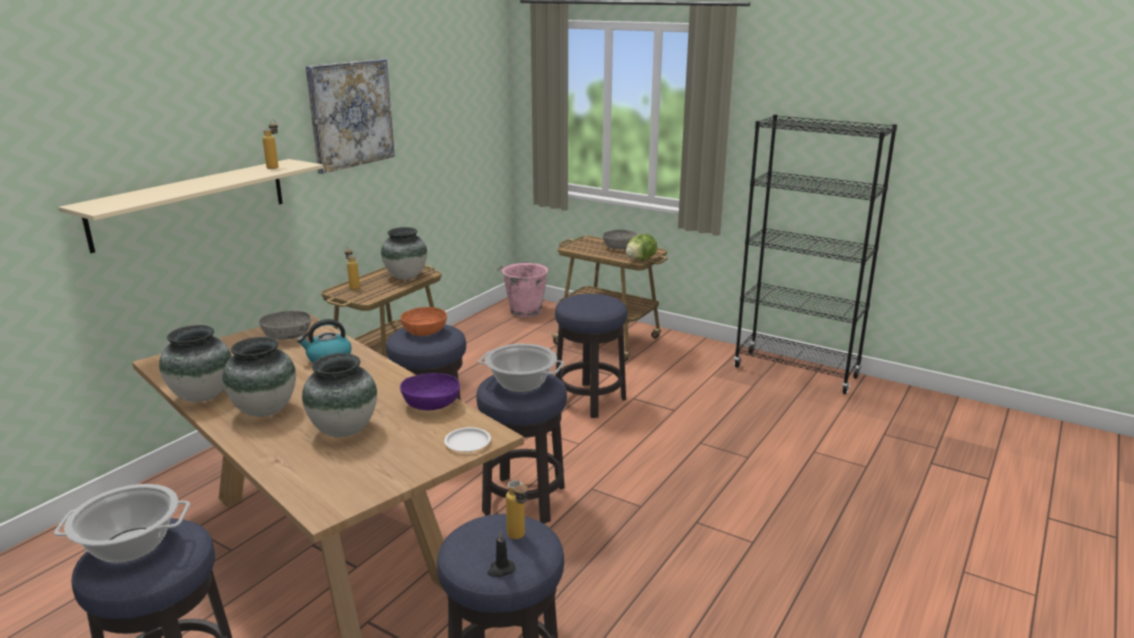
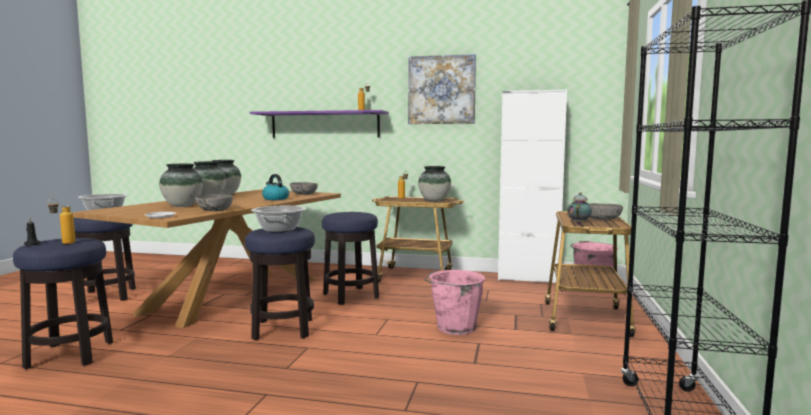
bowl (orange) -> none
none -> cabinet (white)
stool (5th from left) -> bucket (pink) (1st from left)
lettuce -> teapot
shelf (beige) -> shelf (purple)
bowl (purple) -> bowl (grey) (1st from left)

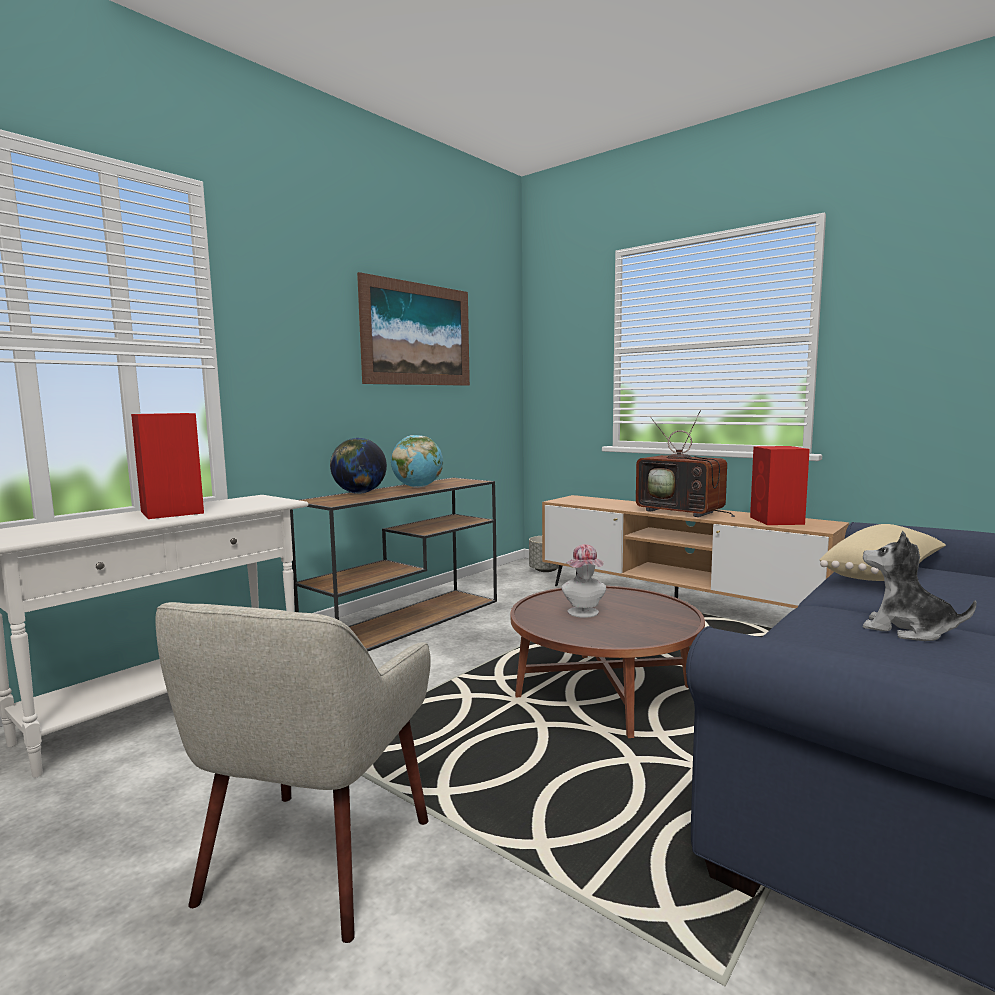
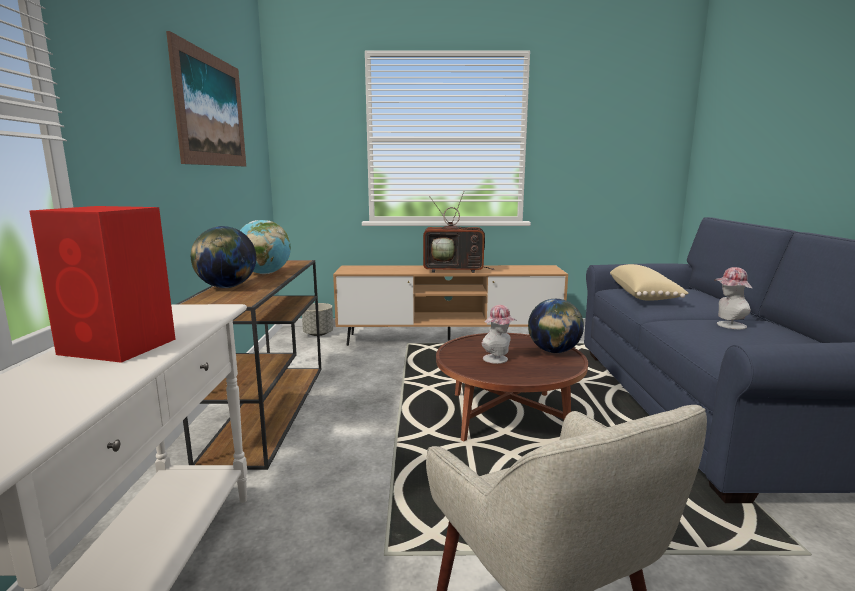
speaker (red) (2nd from left) -> none
none -> globe (3rd from left)
plush toy -> hat (2nd from left)

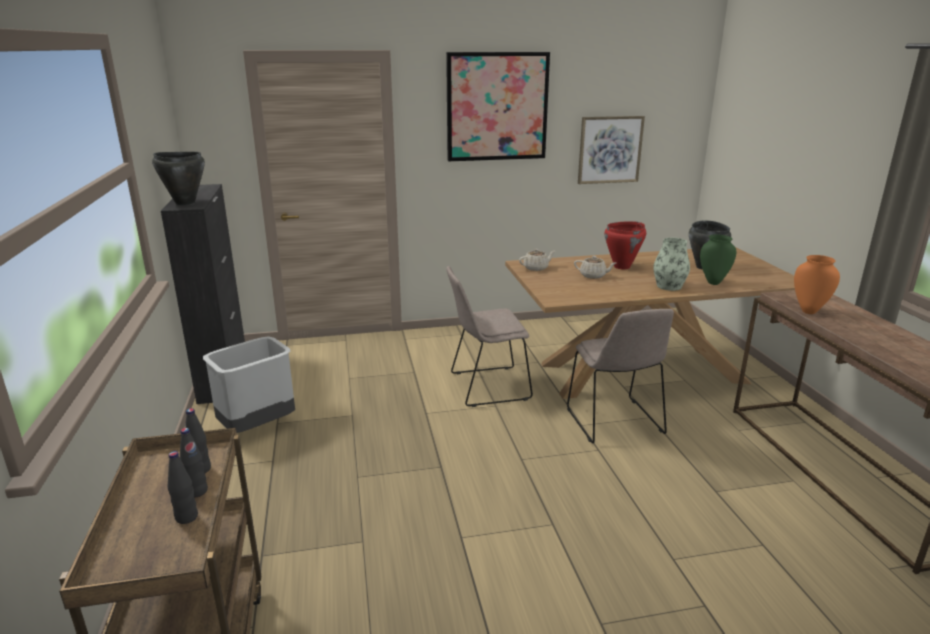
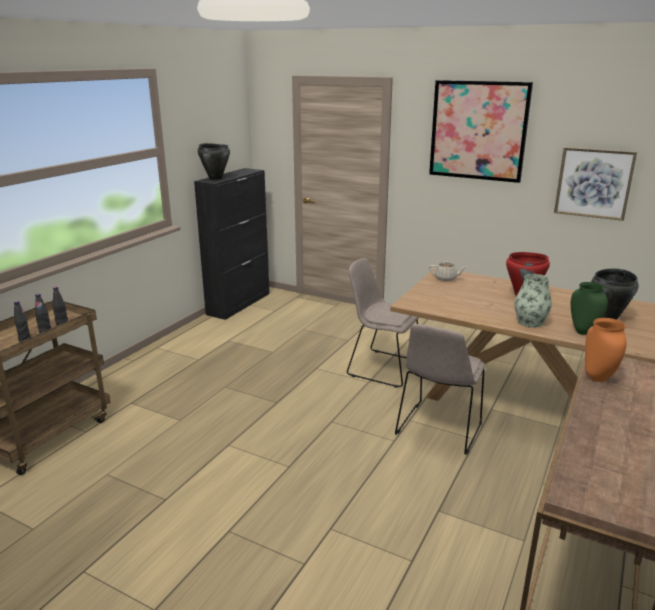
trash can (grey) -> none
teapot (beige) (2nd from left) -> none

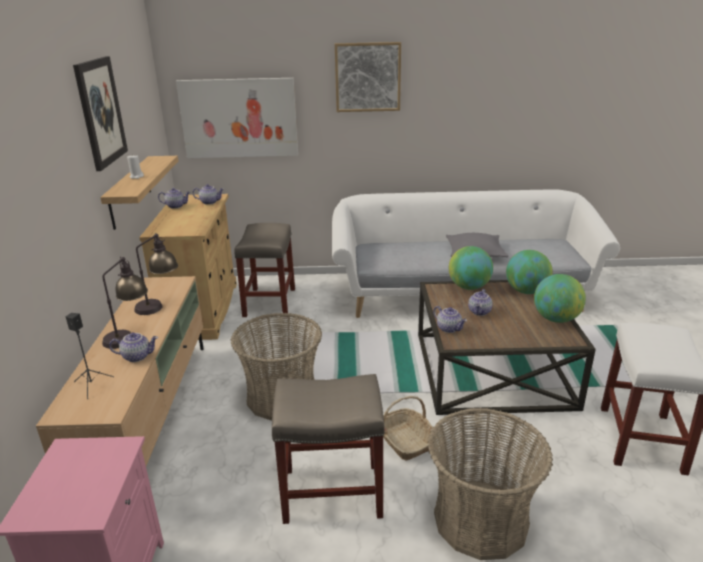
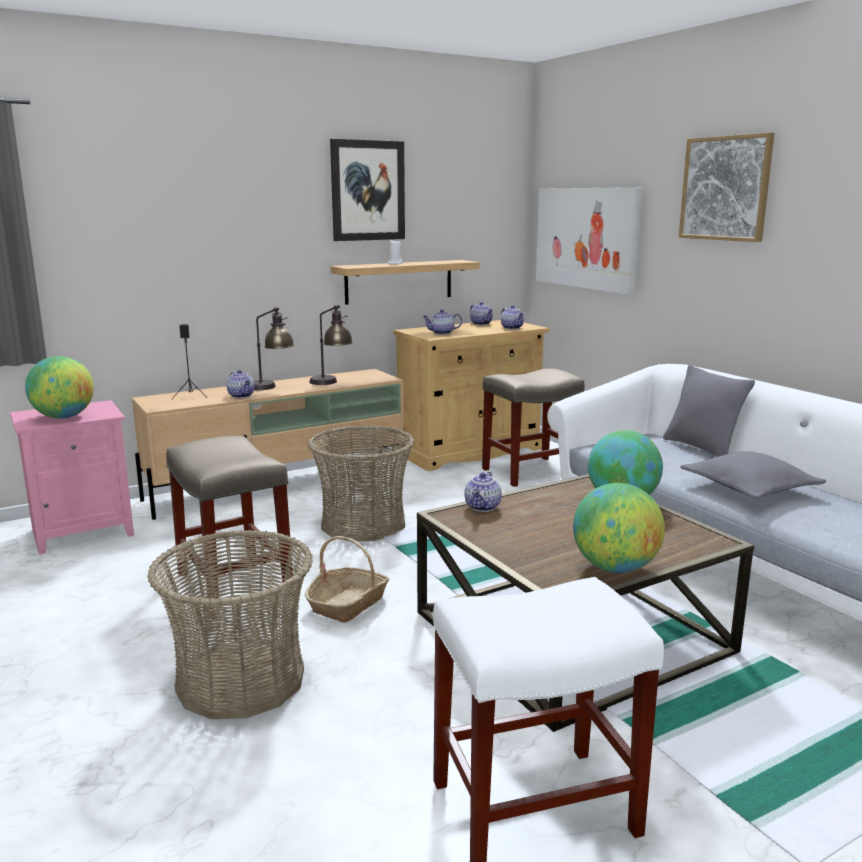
none -> pillow (grey) (1st from left)
teapot (5th from left in the first image) -> teapot (2nd from left), moved
globe (2nd from left in the first image) -> globe (1st from left), moved

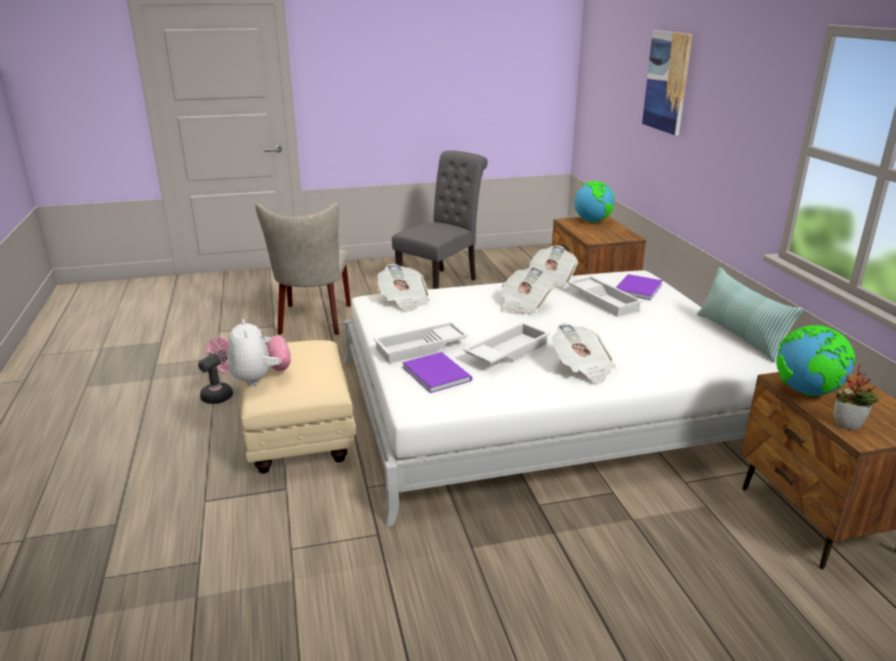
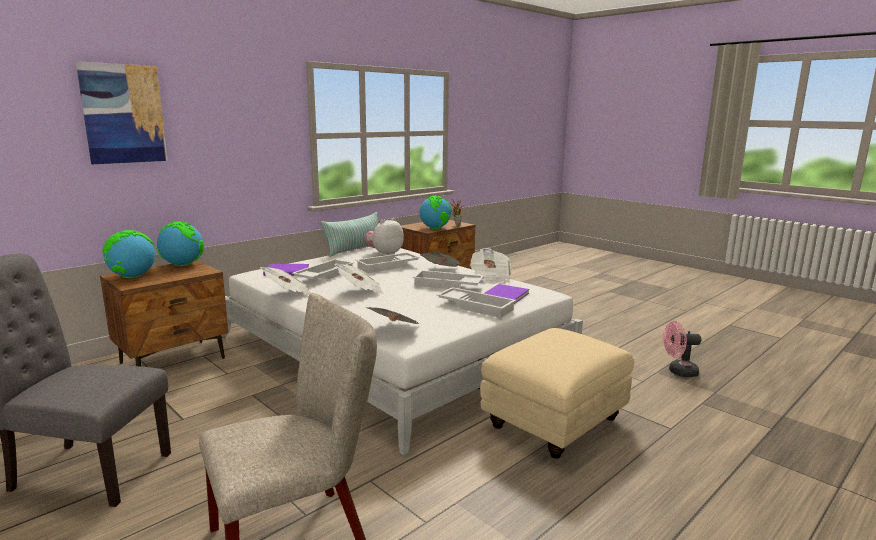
none -> globe (2nd from left)
none -> tray (white) (2nd from left)
none -> newspaper (5th from left)
fan (pink), moved
plush toy, moved

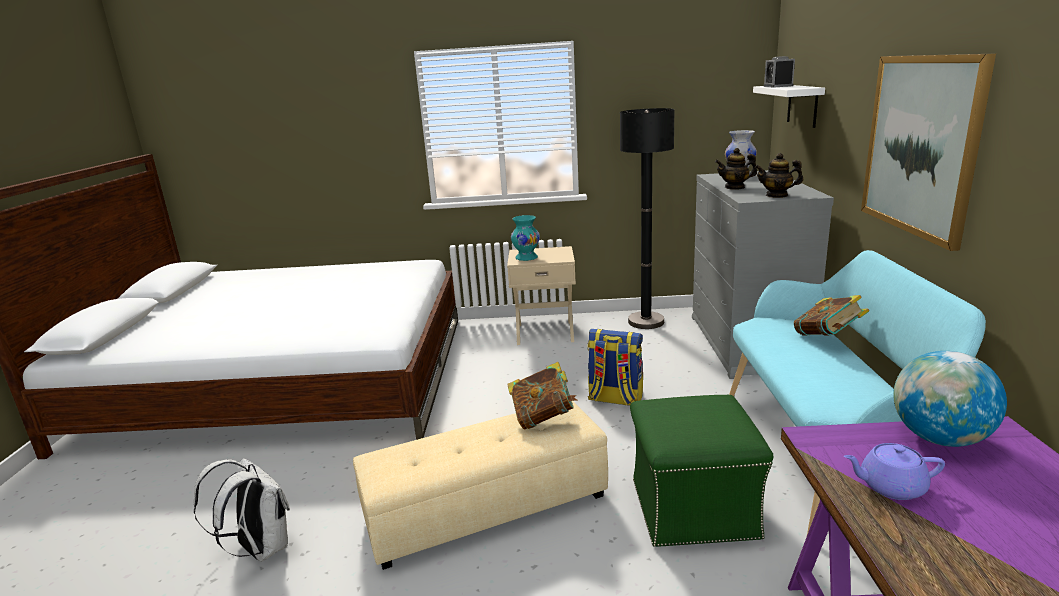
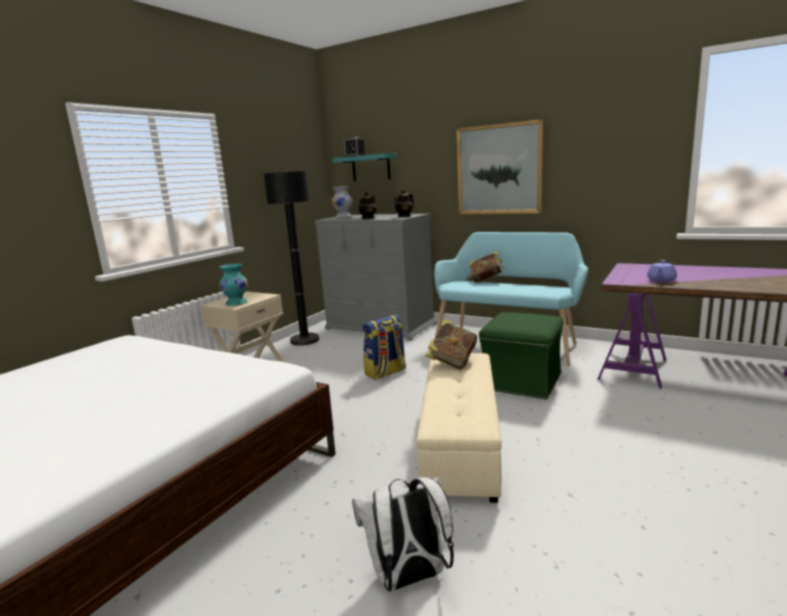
globe -> none
shelf (white) -> shelf (turquoise)

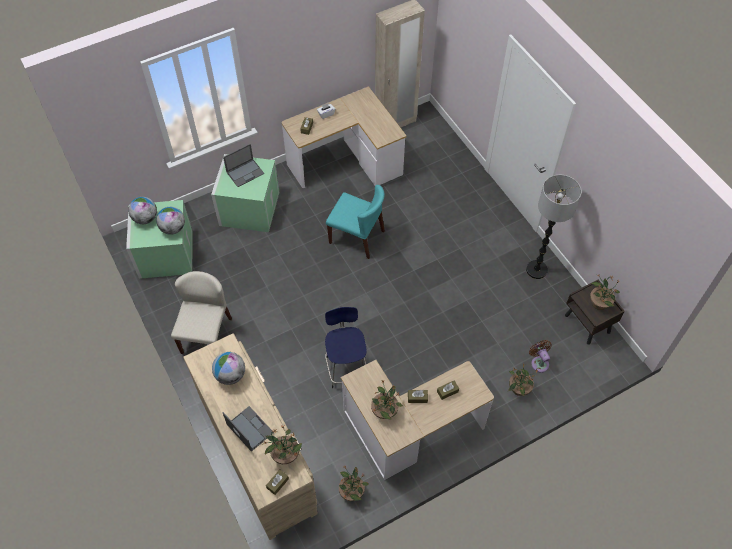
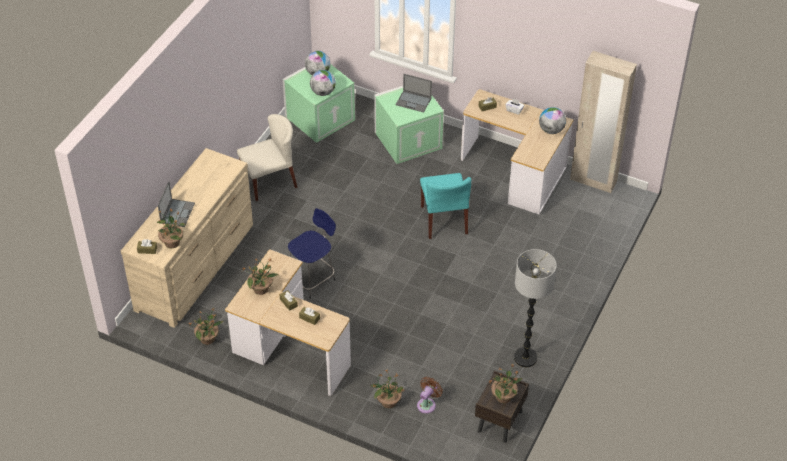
globe (3rd from left), moved

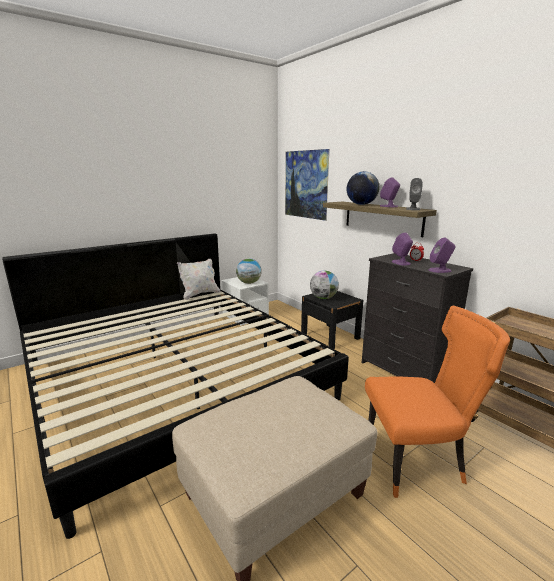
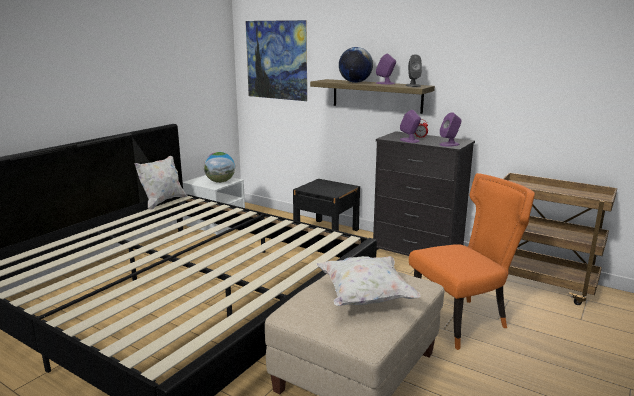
globe (2nd from left) -> none
none -> pillow (white) (2nd from left)

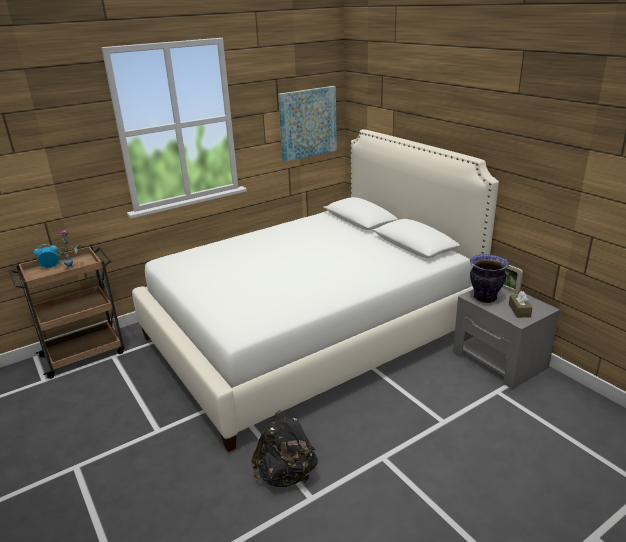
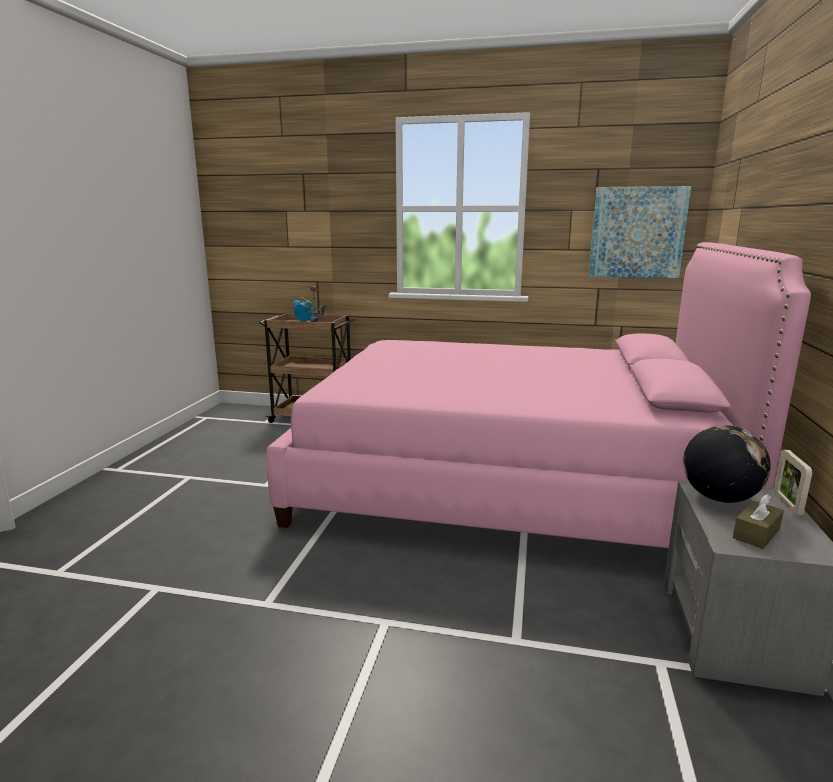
backpack (black) -> none
vase (2nd from left) -> globe
bed (white) -> bed (pink)

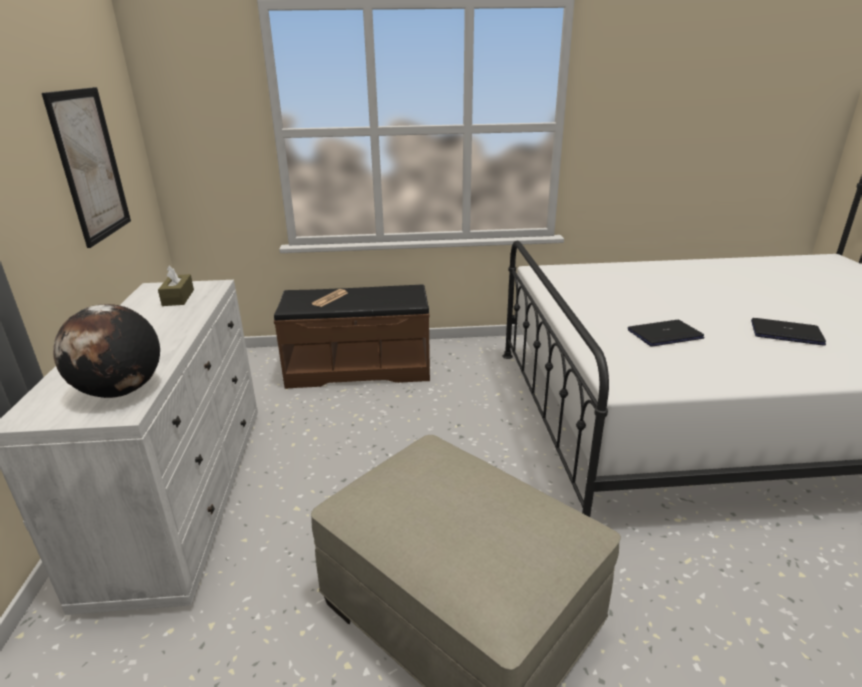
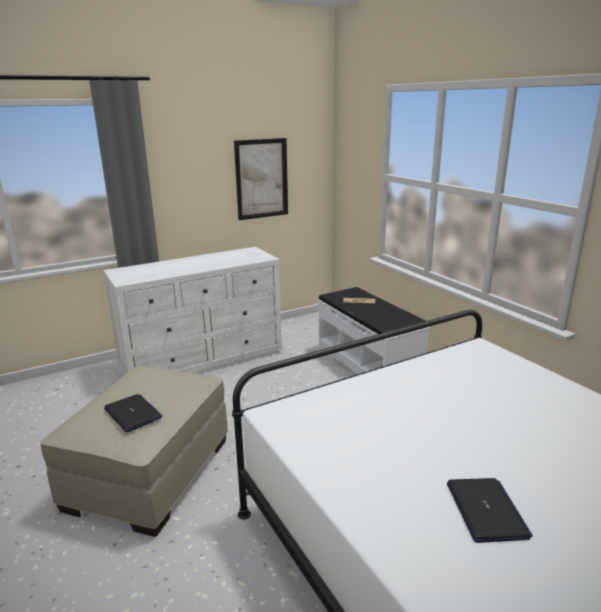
globe -> none
tissue box (brown) -> none
laptop (1st from left), moved
bench (brown) -> bench (white)

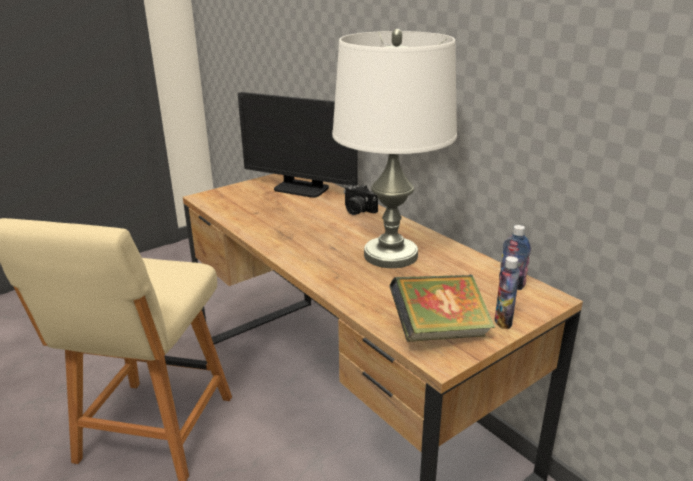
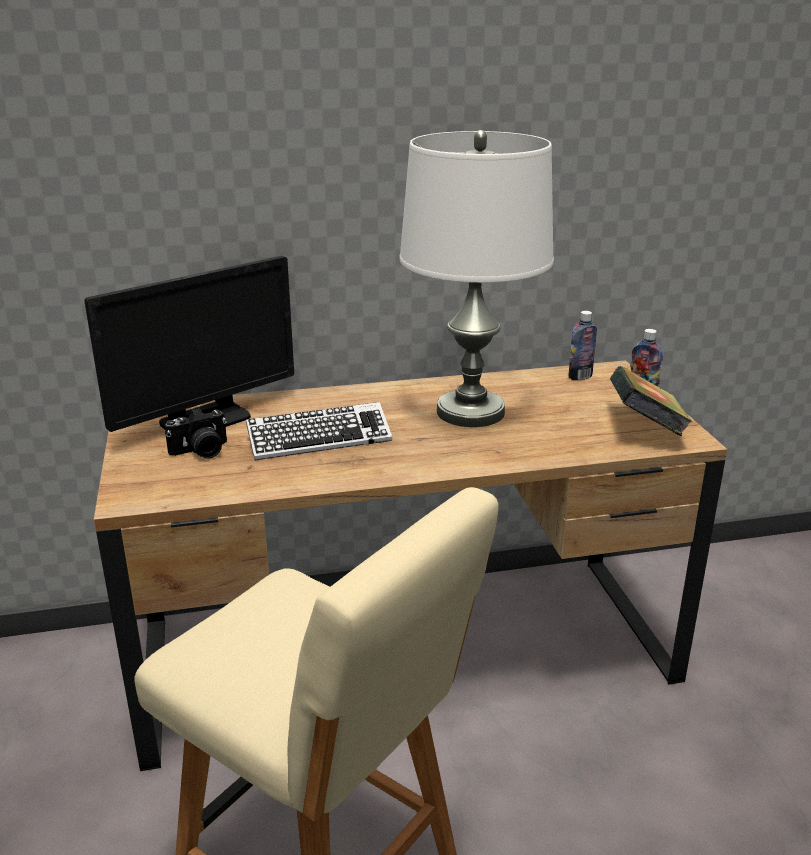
none -> keyboard
photo camera, moved

